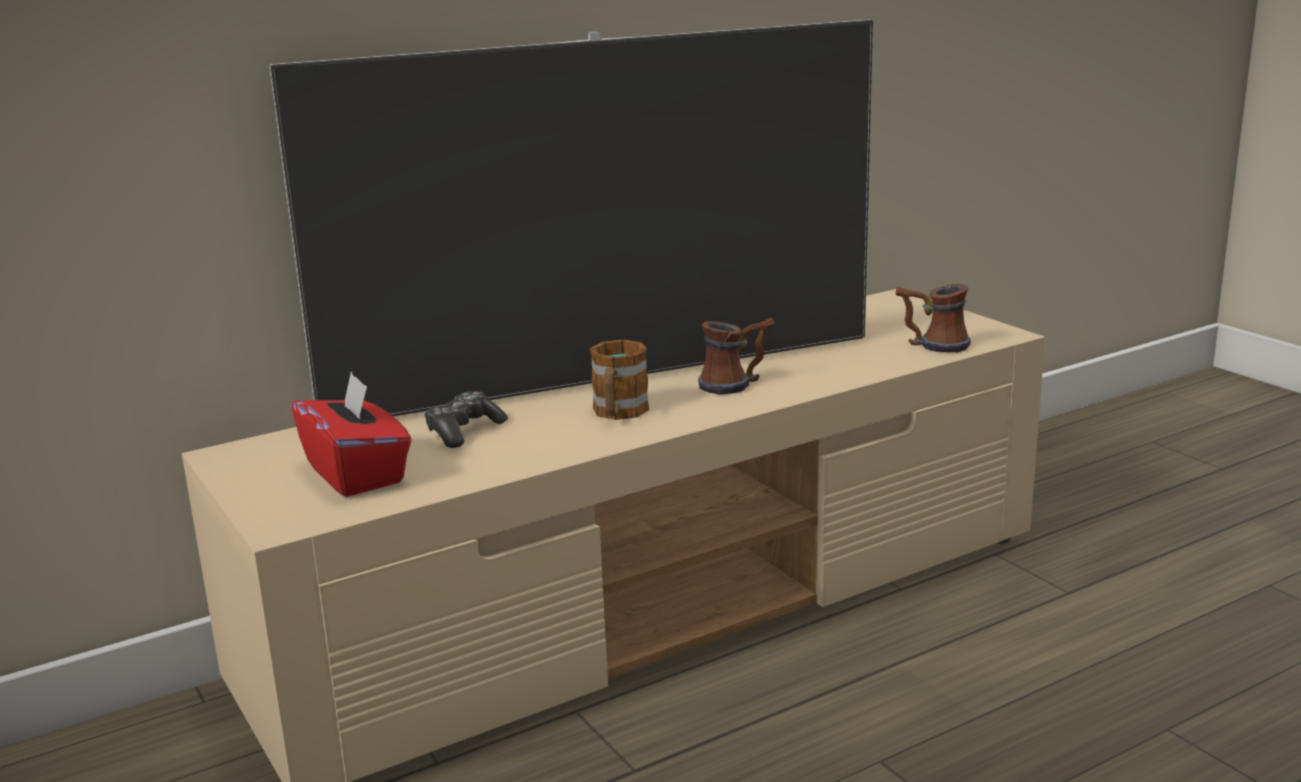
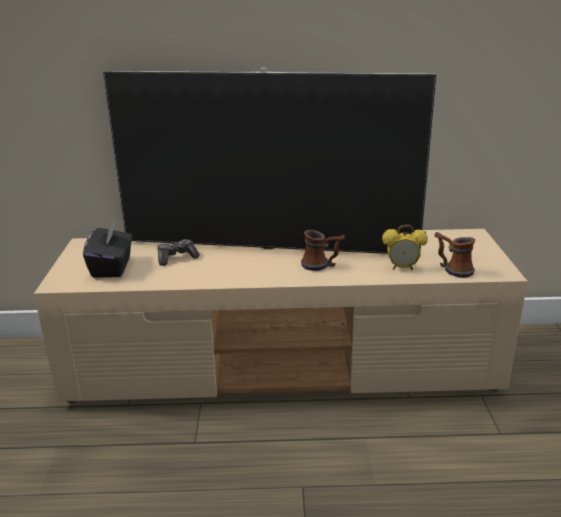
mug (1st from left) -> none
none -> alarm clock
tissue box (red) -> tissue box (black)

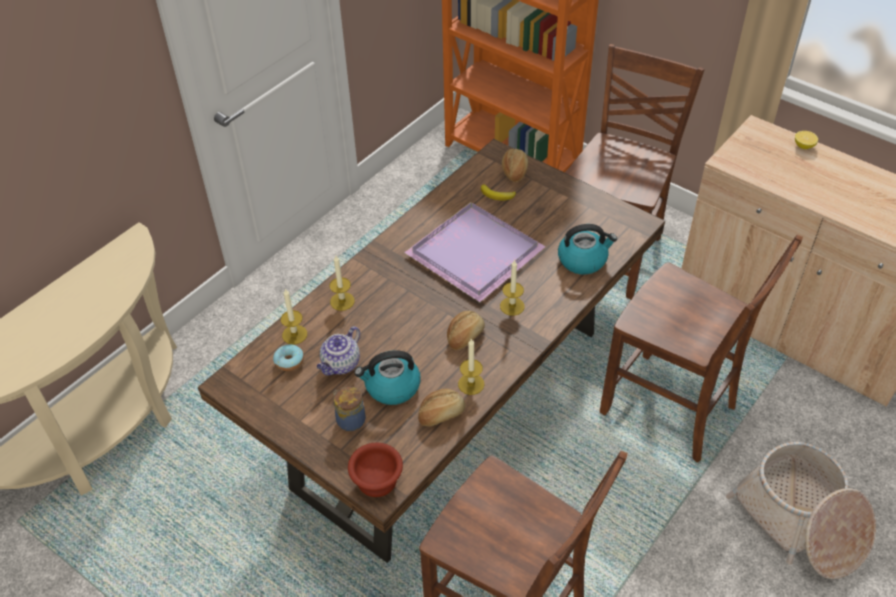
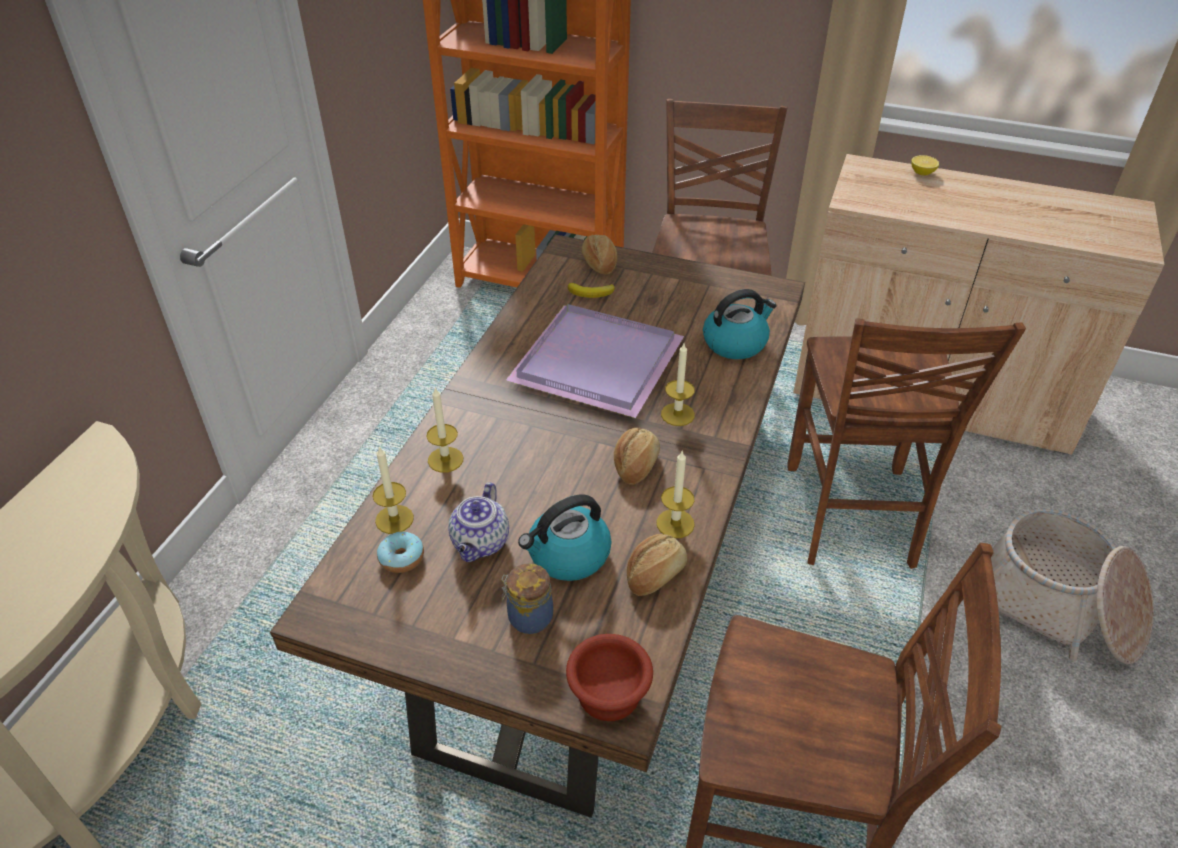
chair (brown) (3rd from left), 75 degrees clockwise

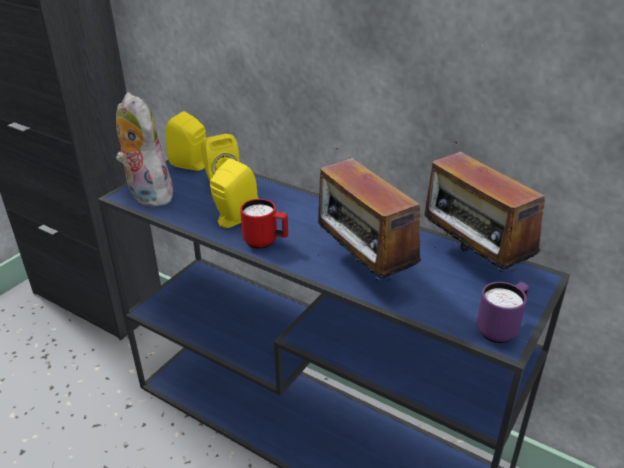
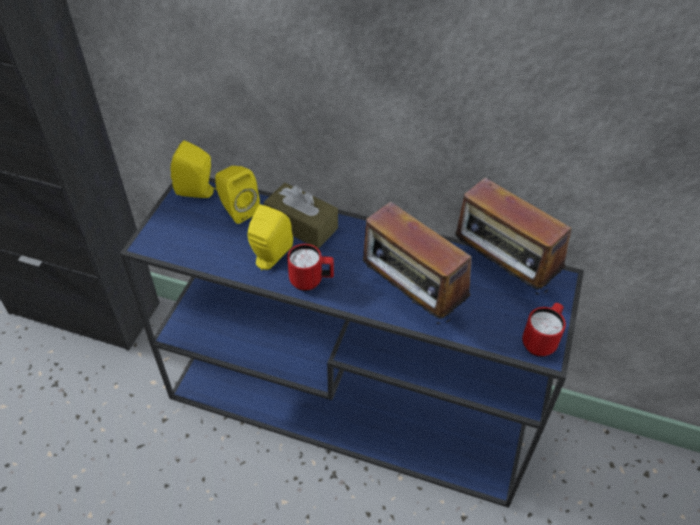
plush toy -> none
none -> tissue box (brown)
mug (purple) -> mug (red) (2nd from left)

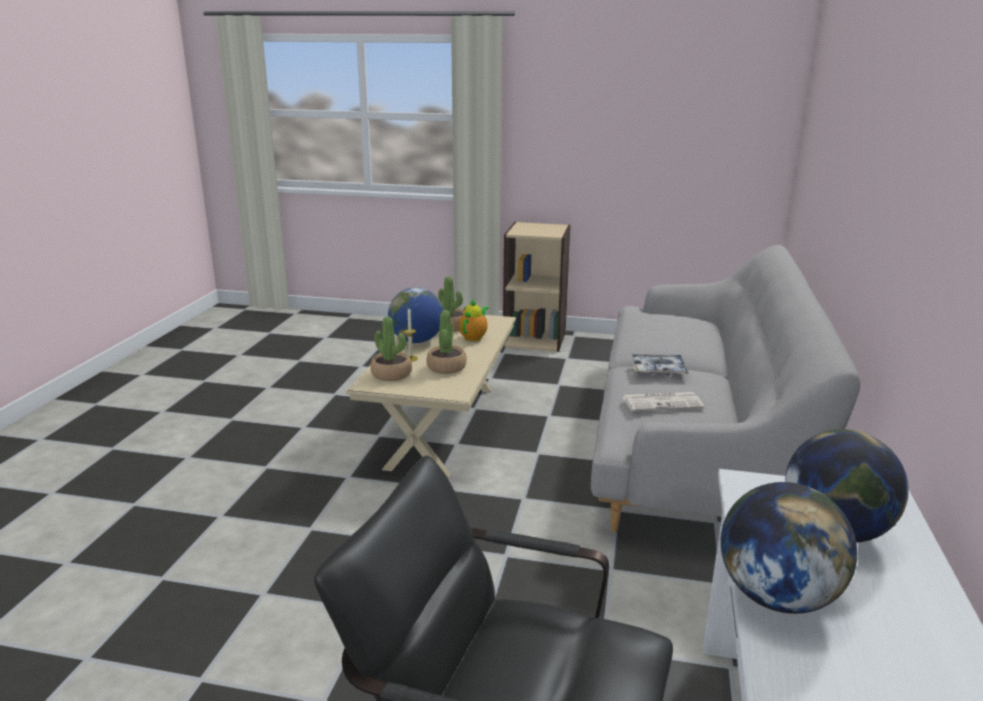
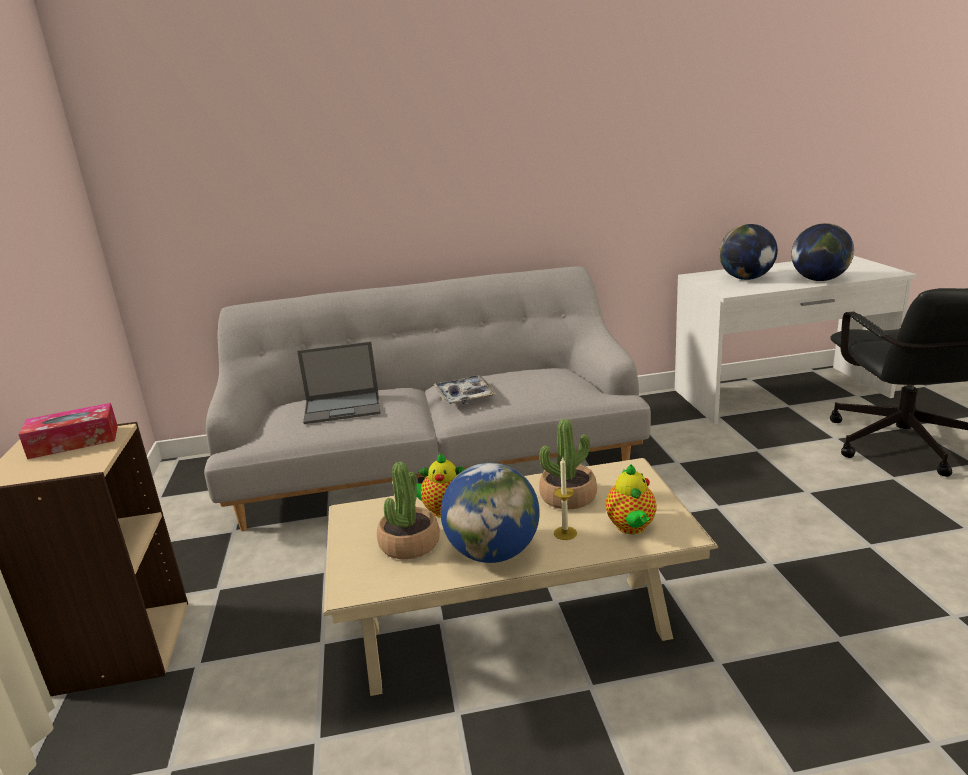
newspaper -> none
none -> tissue box
none -> laptop
potted plant (1st from left) -> teapot (2nd from left)

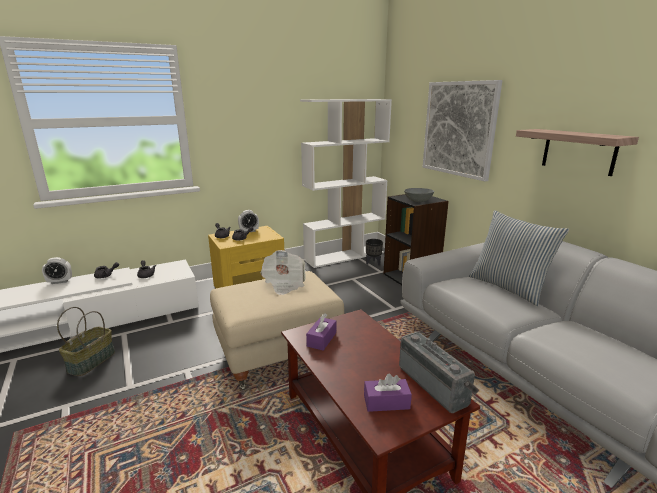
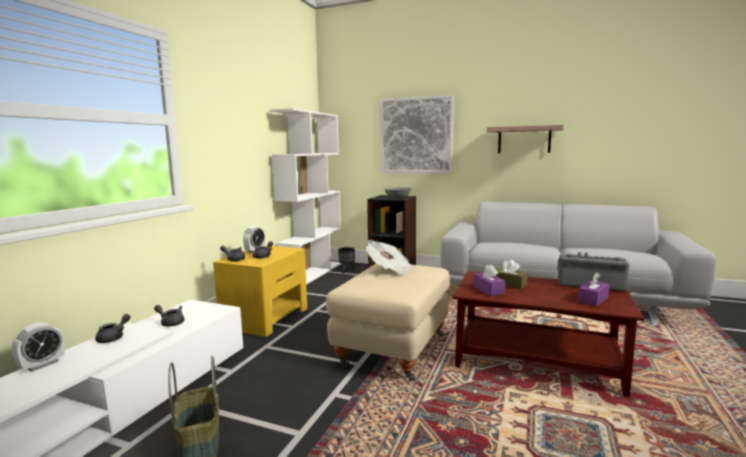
pillow -> none
none -> tissue box (brown)

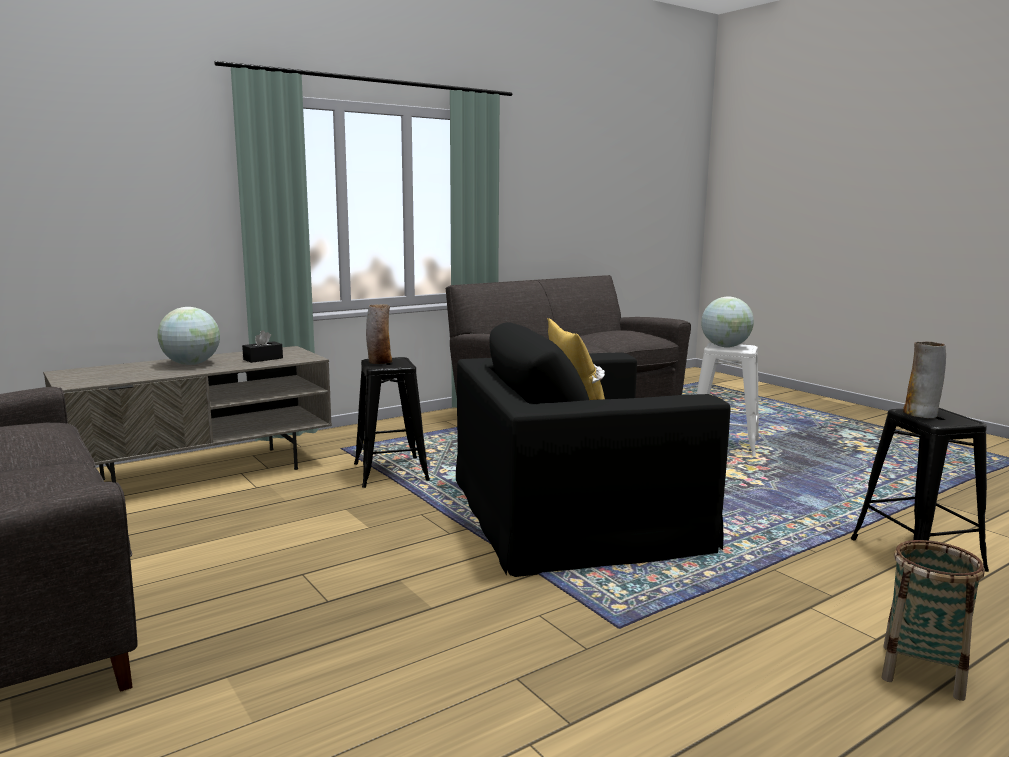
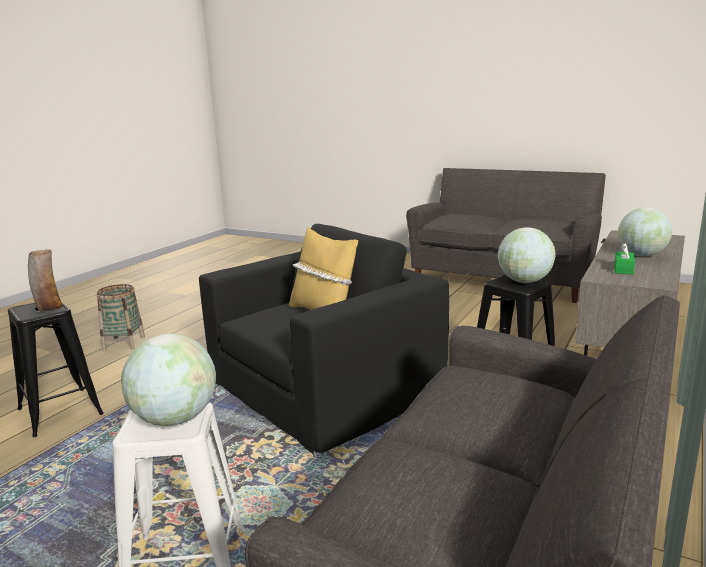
vase (1st from left) -> globe (2nd from left)
tissue box (black) -> tissue box (green)

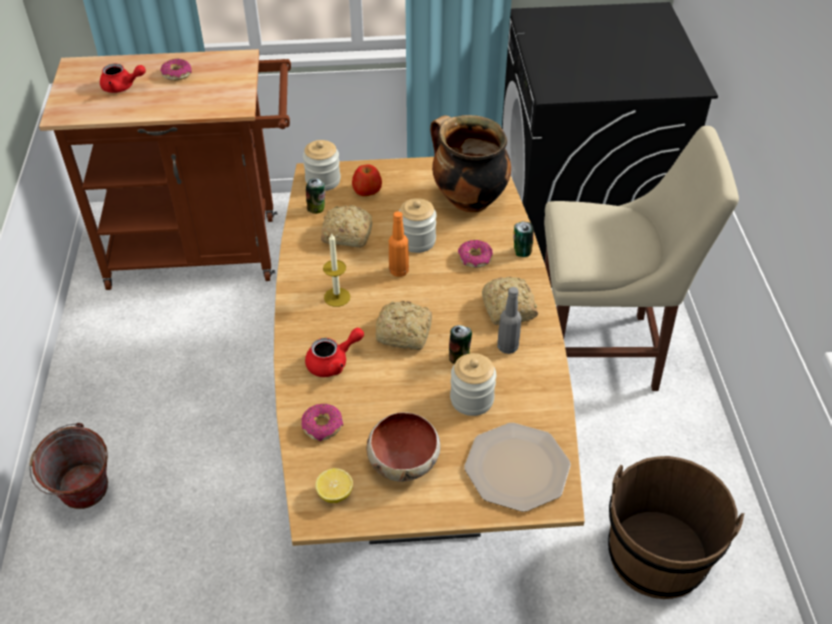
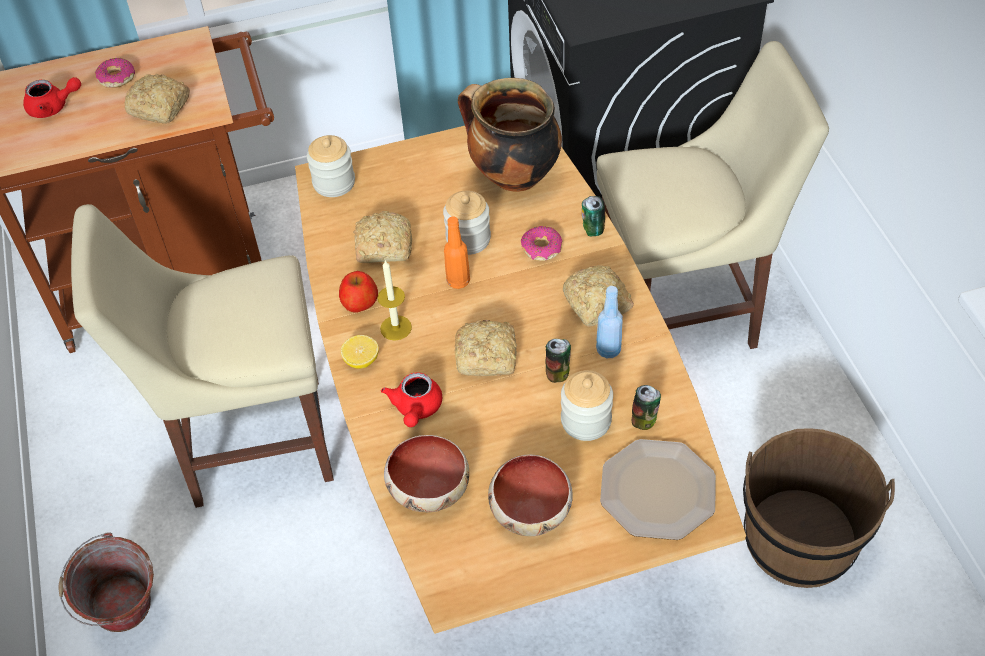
none -> chair (beige) (1st from left)
none -> bread (1st from left)
can (1st from left in the first image) -> can (3rd from left), moved
lemon, moved
apple, moved
donut (2nd from left) -> bowl (1st from left)
bottle (grey) -> bottle (blue)
teapot (red) (2nd from left), 135 degrees clockwise

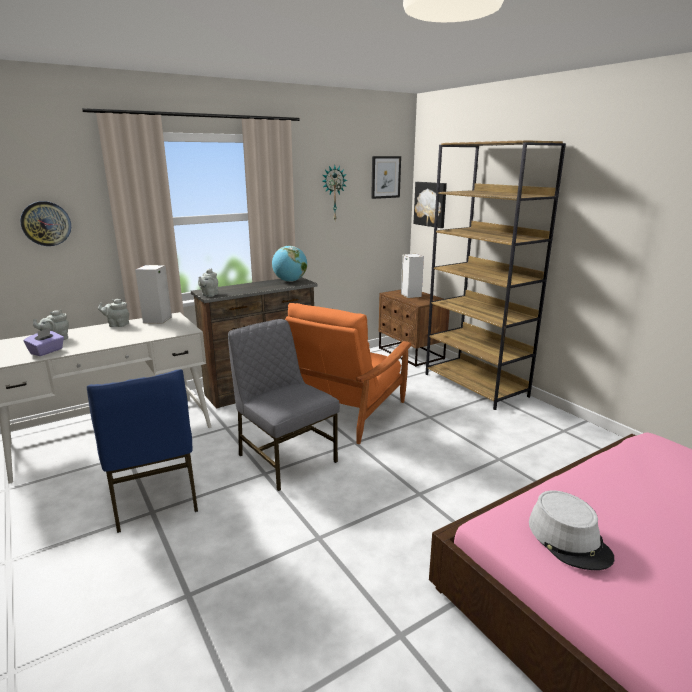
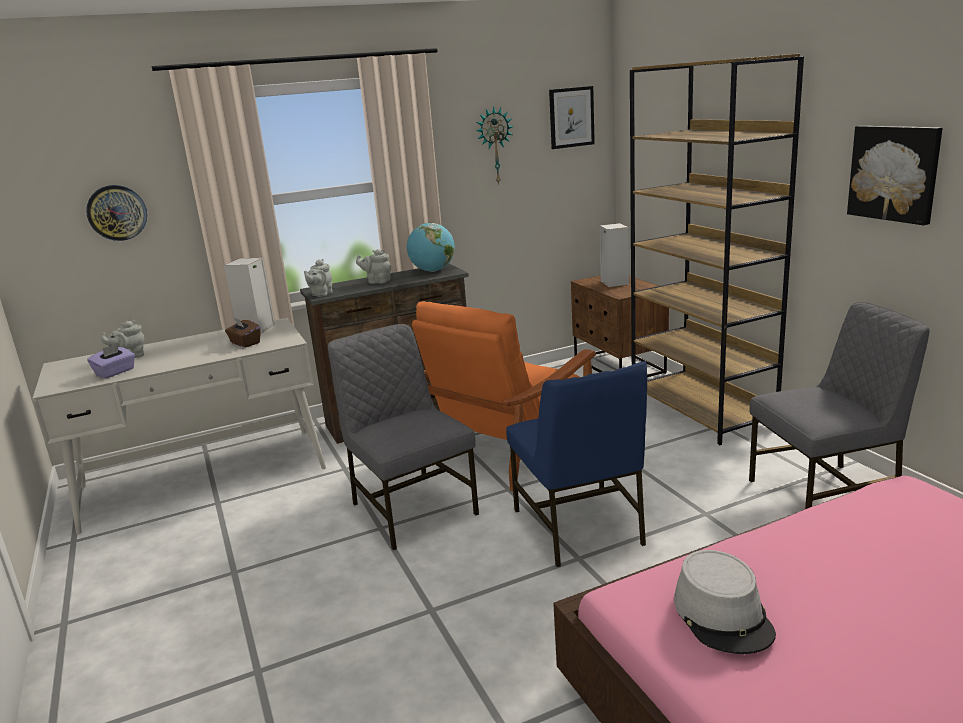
none -> tissue box (brown)
none -> chair (grey) (2nd from left)
chair (blue), moved
teapot (grey) (2nd from left in the first image) -> teapot (grey) (3rd from left), moved
picture (2nd from left), moved

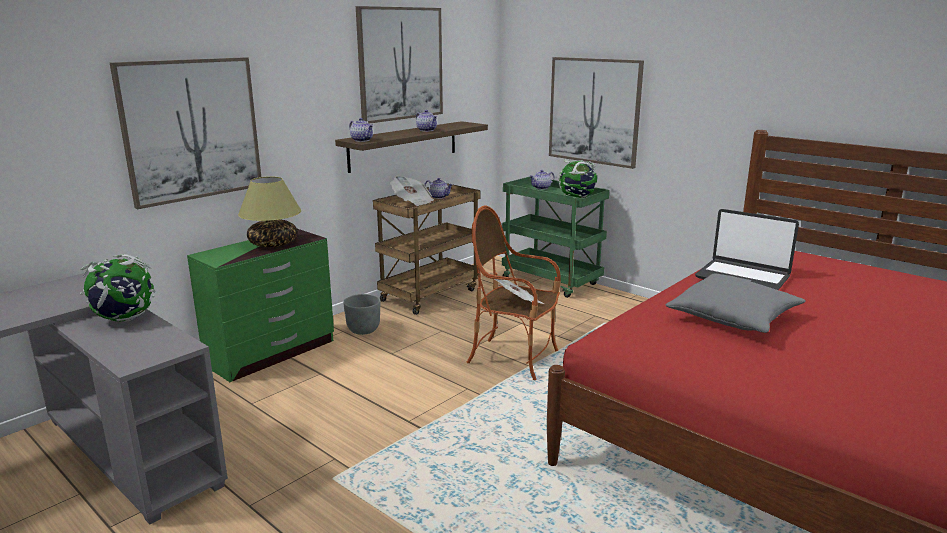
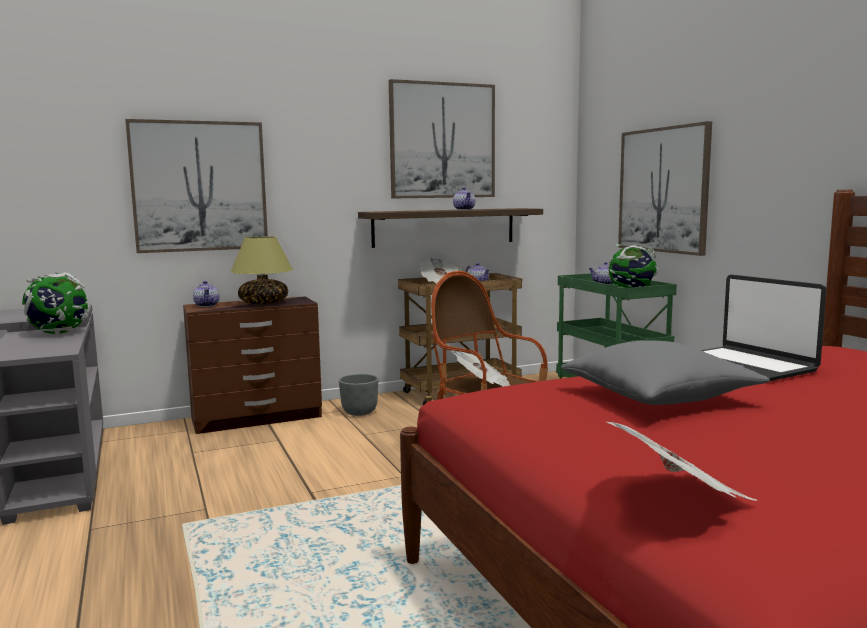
none -> newspaper (3rd from left)
teapot (1st from left), moved
dresser (green) -> dresser (brown)

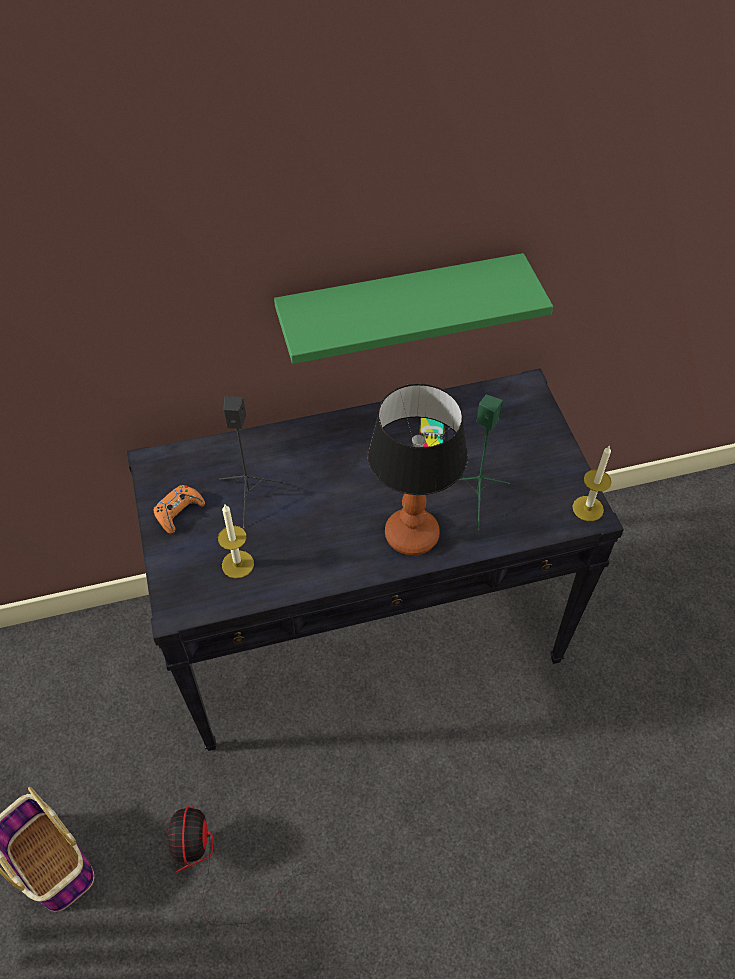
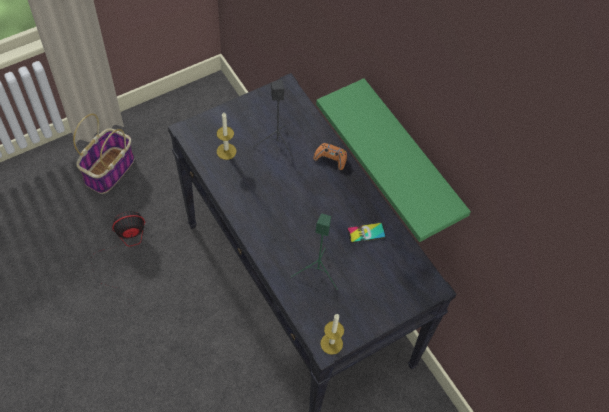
table lamp -> none
game controller (orange), moved

